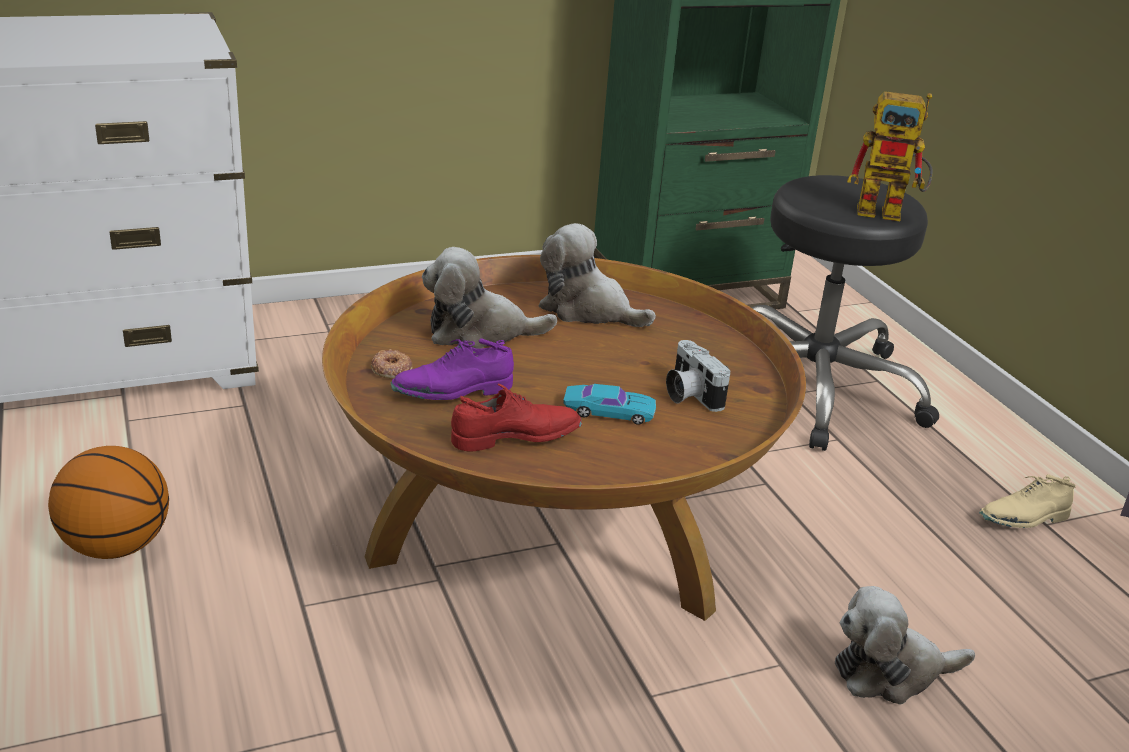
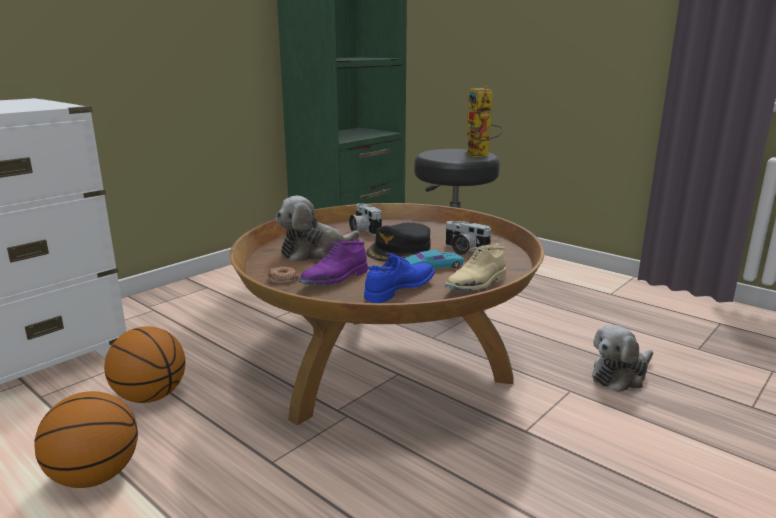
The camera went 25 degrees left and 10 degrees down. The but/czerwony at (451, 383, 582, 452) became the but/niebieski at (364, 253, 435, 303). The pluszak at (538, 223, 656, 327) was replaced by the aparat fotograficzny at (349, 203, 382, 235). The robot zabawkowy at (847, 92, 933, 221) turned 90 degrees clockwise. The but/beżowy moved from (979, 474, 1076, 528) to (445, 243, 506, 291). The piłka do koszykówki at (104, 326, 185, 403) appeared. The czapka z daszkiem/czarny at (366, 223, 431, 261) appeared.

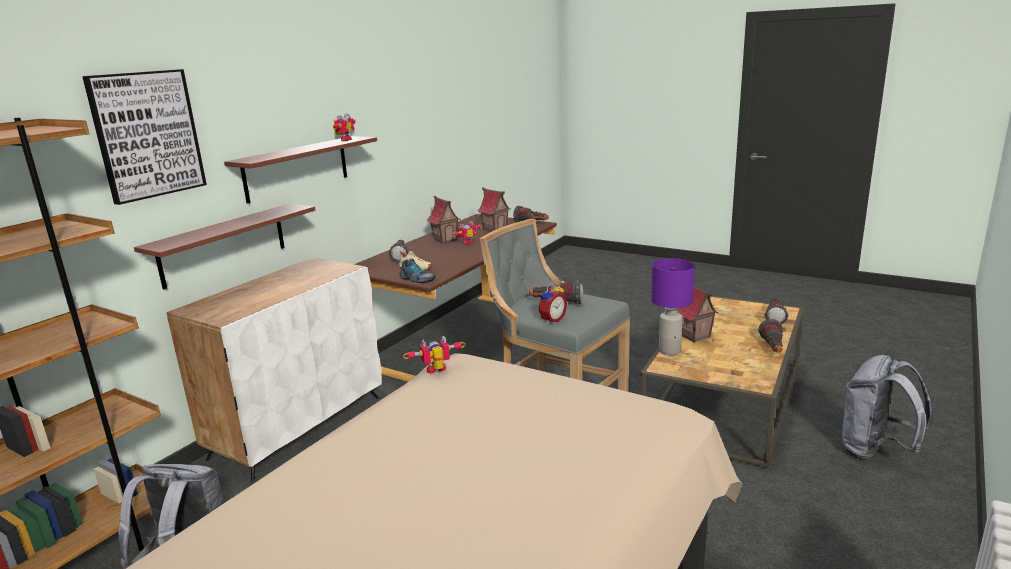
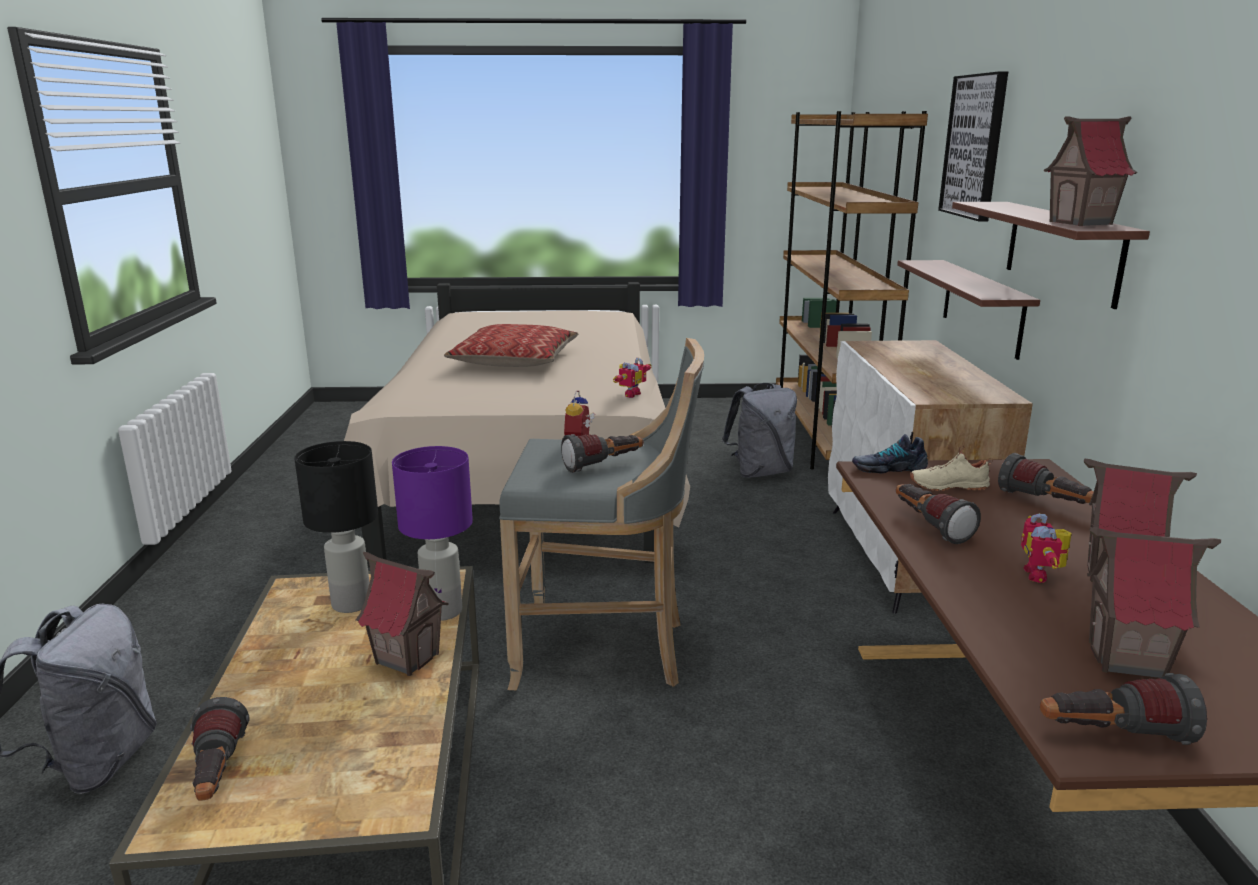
The camera went 145 degrees right and 0 degrees up. The robot zabawkowy at (333, 113, 356, 141) was replaced by the domek at (1044, 116, 1137, 226). The latarka moved from (758, 319, 783, 352) to (896, 484, 981, 544). The lampa stołowa/czarny at (294, 441, 378, 613) appeared. The poduszka at (444, 324, 578, 367) appeared.

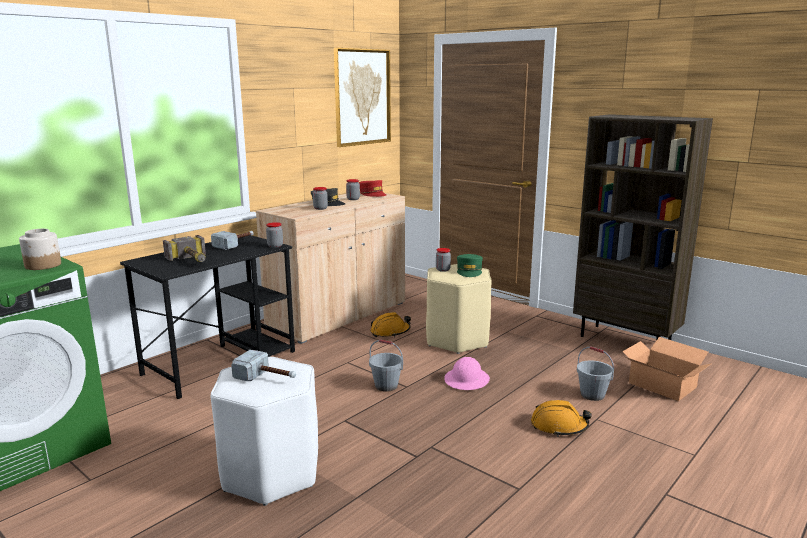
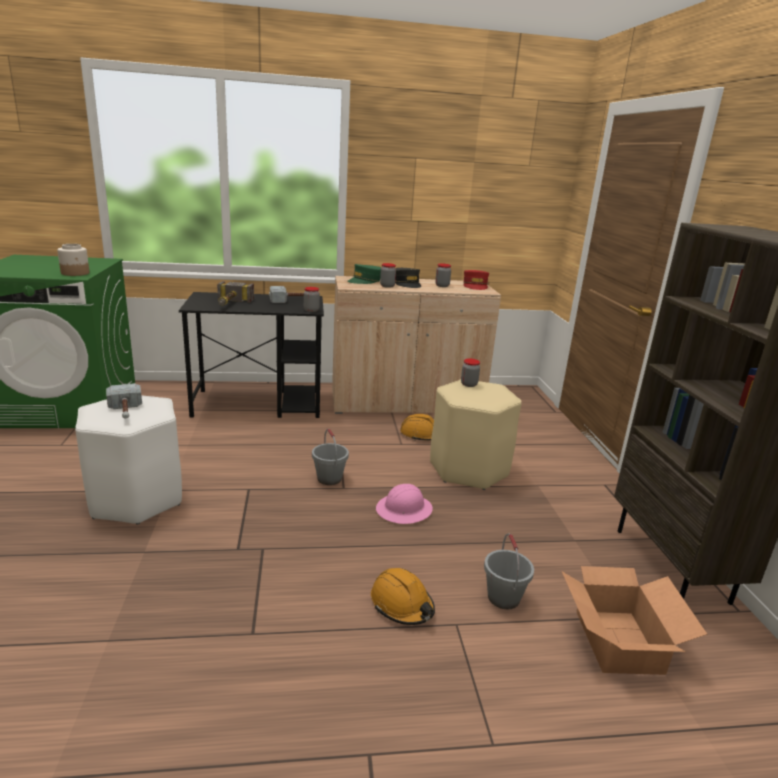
The camera went 40 degrees right and 5 degrees up. The obraz at (334, 48, 391, 147) disappeared. The czapka z daszkiem/zielony moved from (457, 254, 483, 277) to (347, 264, 381, 284).

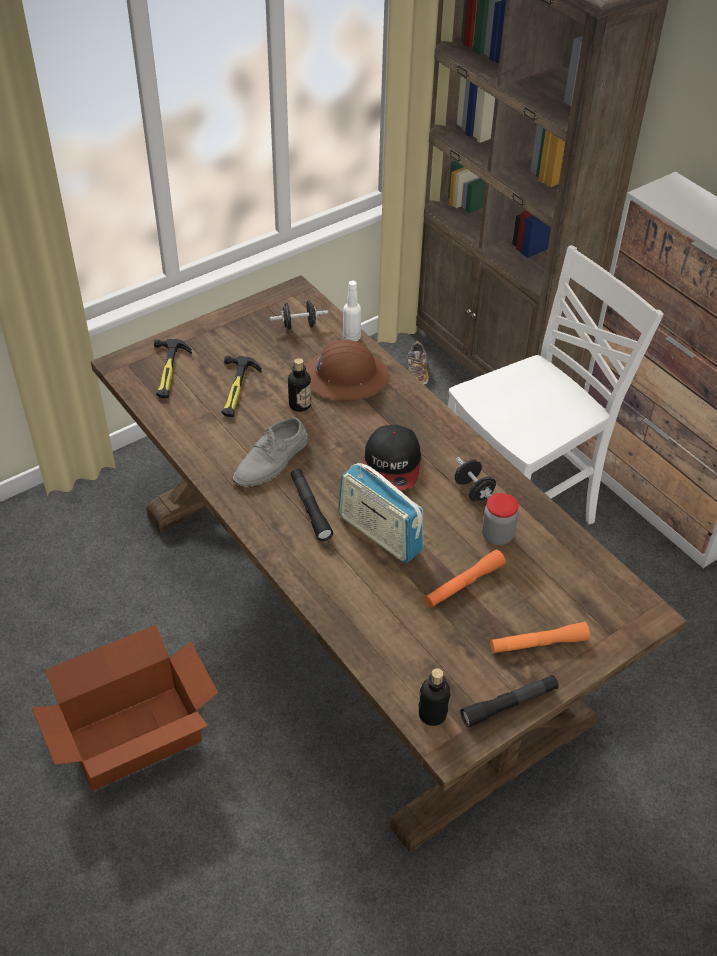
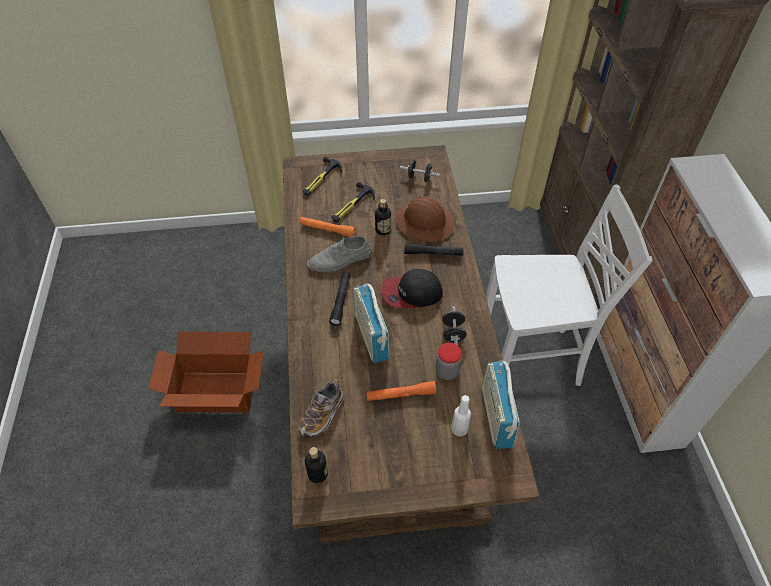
The camera went 30 degrees right and 5 degrees up. The butelka/biały moved from (343, 281, 361, 341) to (451, 395, 471, 436). The czapka z daszkiem at (362, 425, 421, 490) turned 45 degrees clockwise. The but moved from (407, 341, 429, 386) to (298, 380, 344, 438). The latarka/czarny moved from (461, 675, 559, 728) to (404, 243, 463, 256). The latarka/pomarańczowy moved from (490, 622, 590, 653) to (299, 217, 356, 237). The radio at (482, 360, 520, 449) appeared.

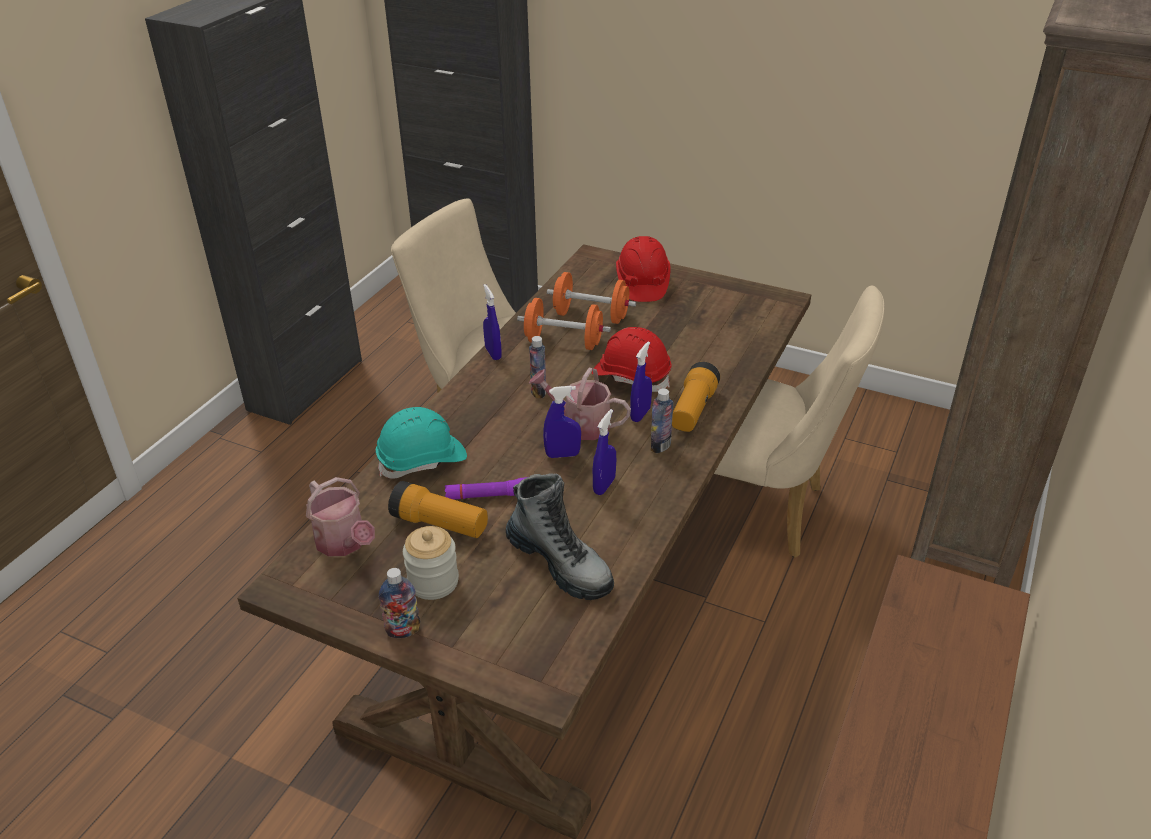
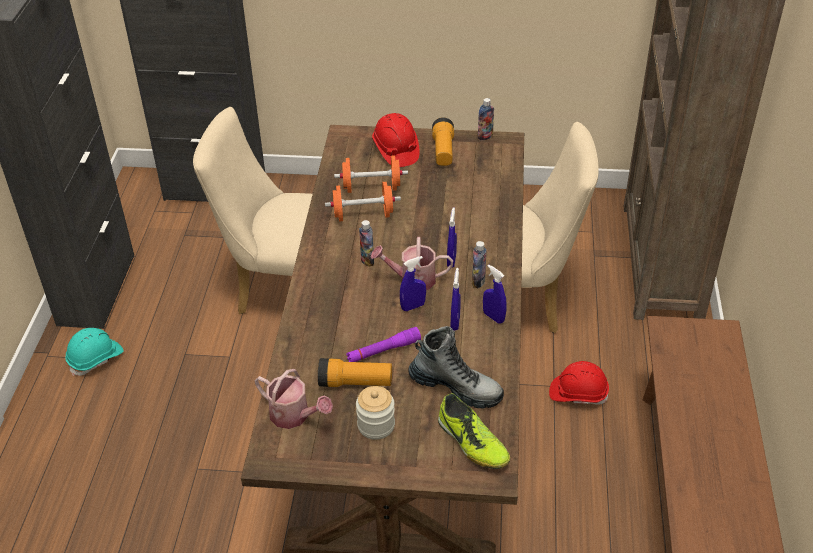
The camera went 20 degrees left and 5 degrees up. The kask/turkusowy moved from (376, 407, 467, 479) to (65, 328, 124, 376). The butelka moved from (379, 568, 420, 638) to (478, 98, 494, 140). The spryskiwacz/niebieski moved from (483, 284, 502, 360) to (483, 265, 507, 324). The kask/czerwony moved from (592, 327, 672, 392) to (549, 361, 609, 405). The latarka moved from (672, 362, 720, 432) to (432, 117, 454, 166). The but at (438, 393, 510, 469) appeared.

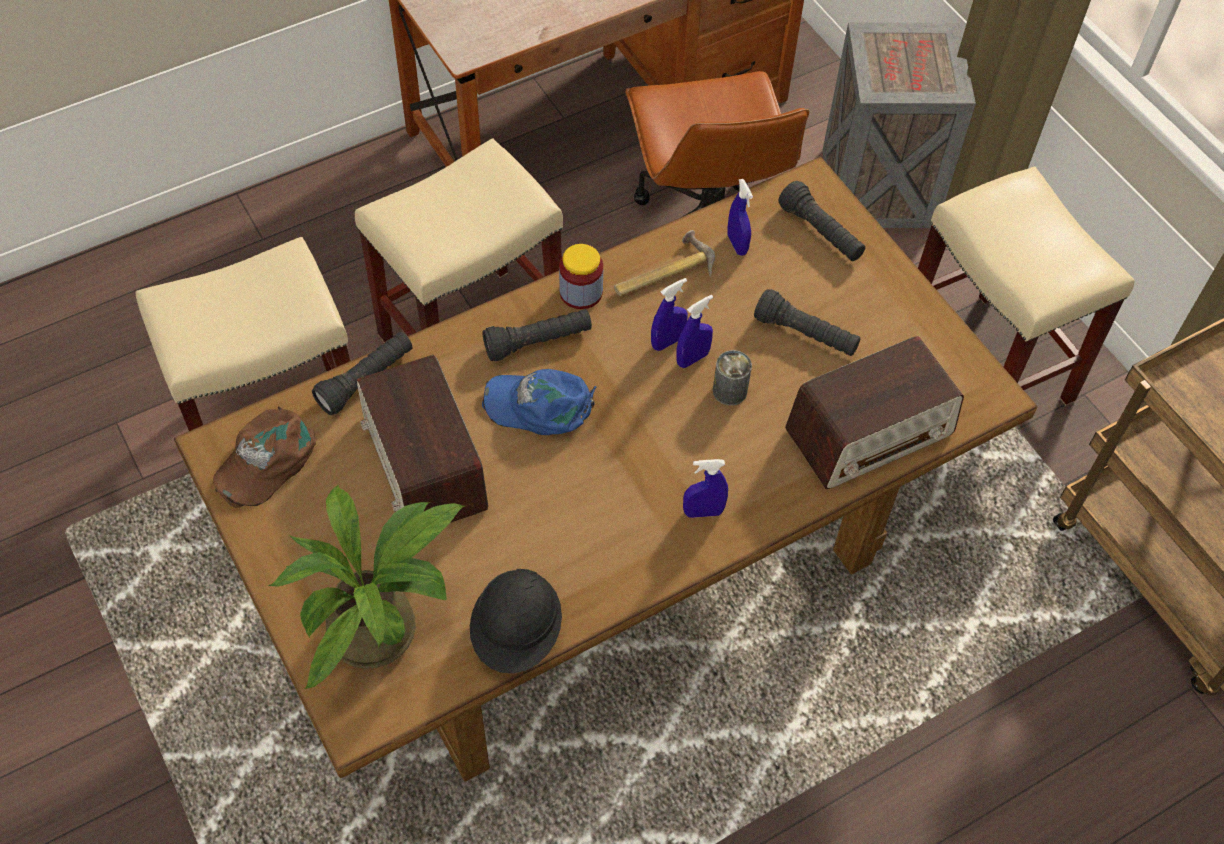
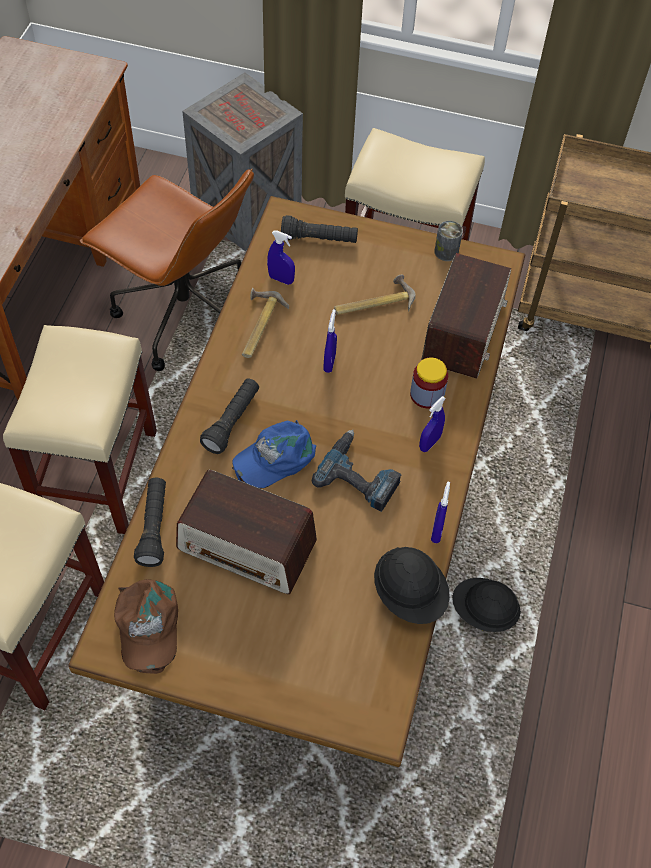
The camera went 45 degrees left and 0 degrees up. The roślina doniczkowa at (268, 485, 465, 689) disappeared. The słoik moved from (559, 244, 603, 309) to (410, 358, 448, 408). The spryskiwacz/niebieski moved from (651, 278, 688, 351) to (431, 482, 450, 543). The puszka moved from (713, 350, 752, 406) to (435, 221, 463, 261). The latarka/czarny at (754, 289, 860, 356) was replaced by the młotek at (334, 274, 416, 315). The wiertarka at (312, 430, 401, 512) appeared. The kask/czarny at (452, 578, 521, 632) appeared.

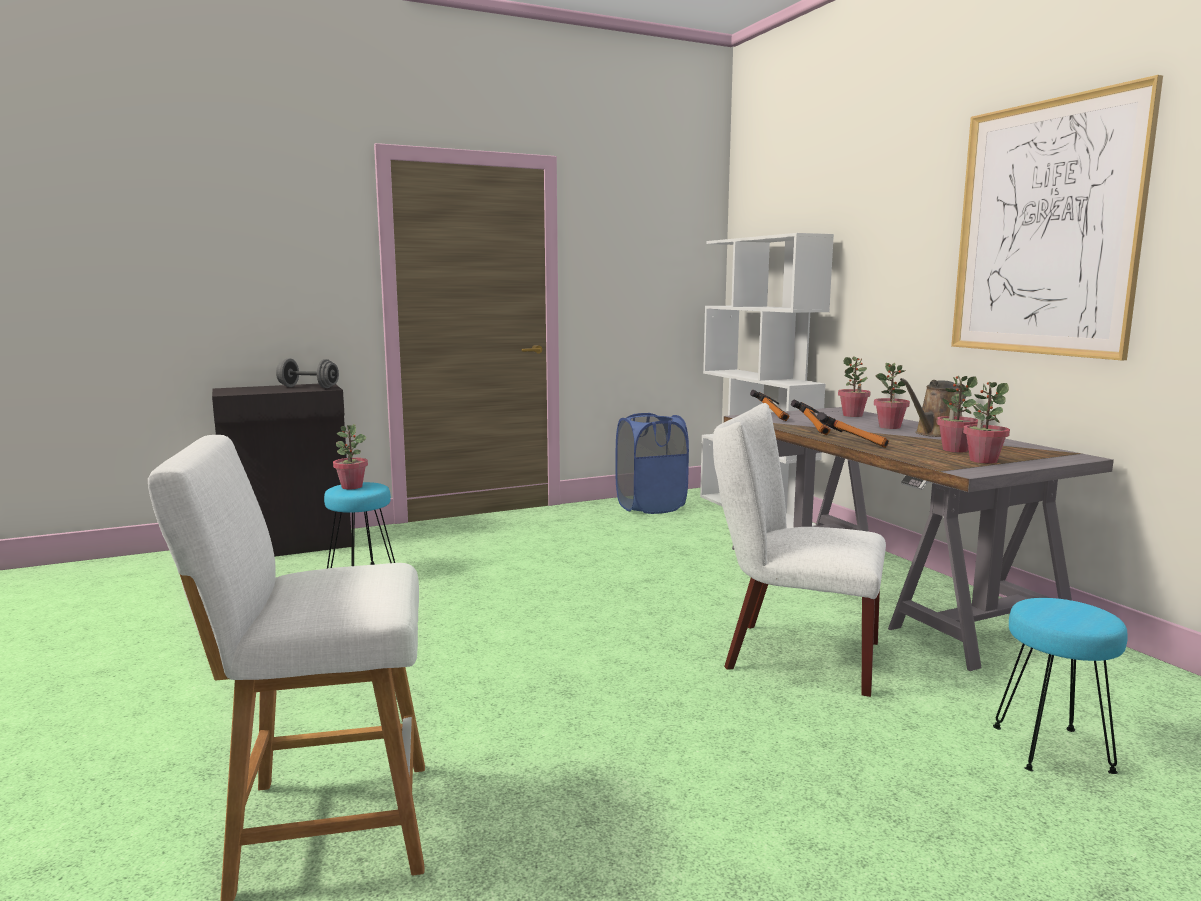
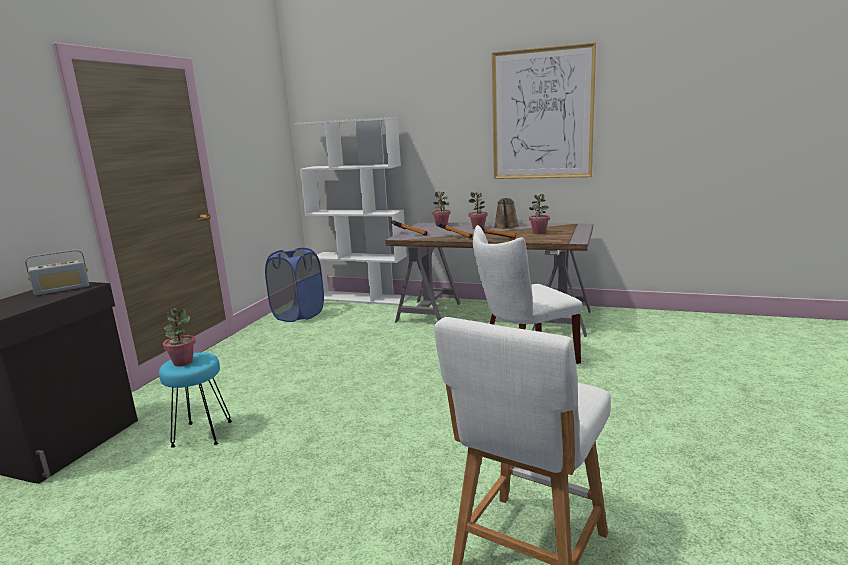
The camera went 45 degrees left and 5 degrees up. The hantel/szary at (276, 359, 339, 388) was replaced by the radio at (25, 250, 89, 295). The roślina doniczkowa at (963, 382, 1010, 464) disappeared. The stołek/turkusowy at (993, 598, 1128, 774) disappeared.

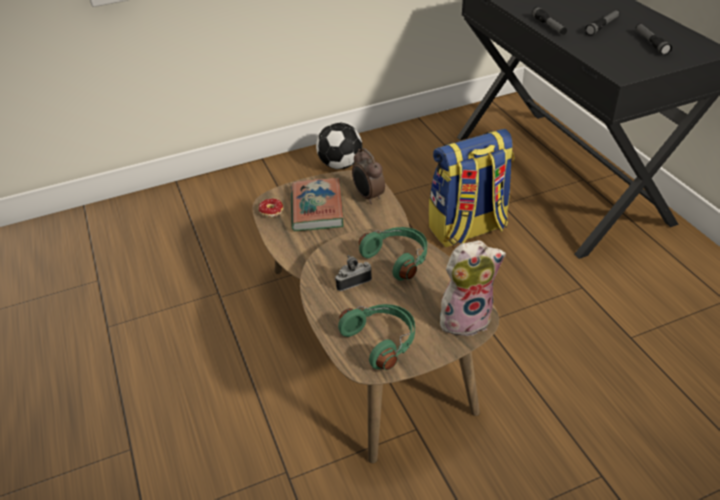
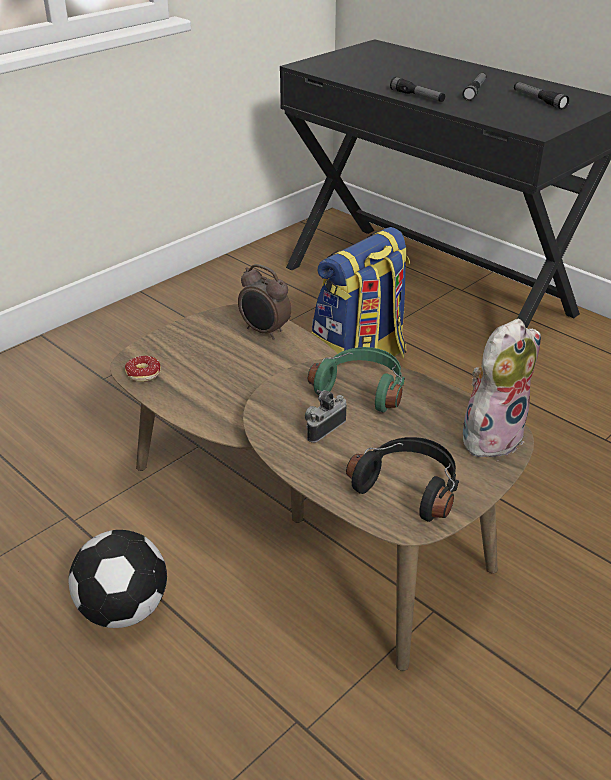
The camera went 25 degrees left and 5 degrees down. The książka at (291, 178, 344, 231) disappeared. The piłka futbolowa moved from (316, 122, 362, 169) to (68, 530, 167, 628). The słuchawki/zielony at (338, 304, 415, 370) became the słuchawki/czarny at (346, 437, 459, 522).

